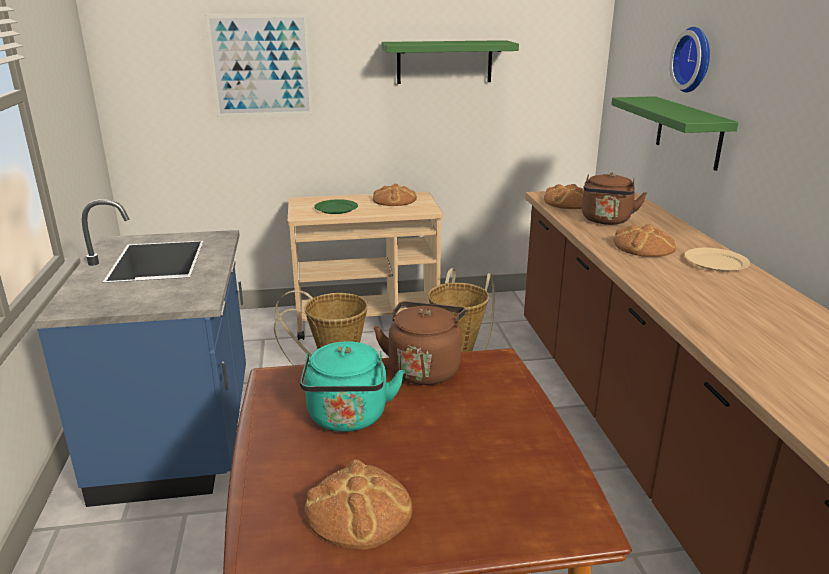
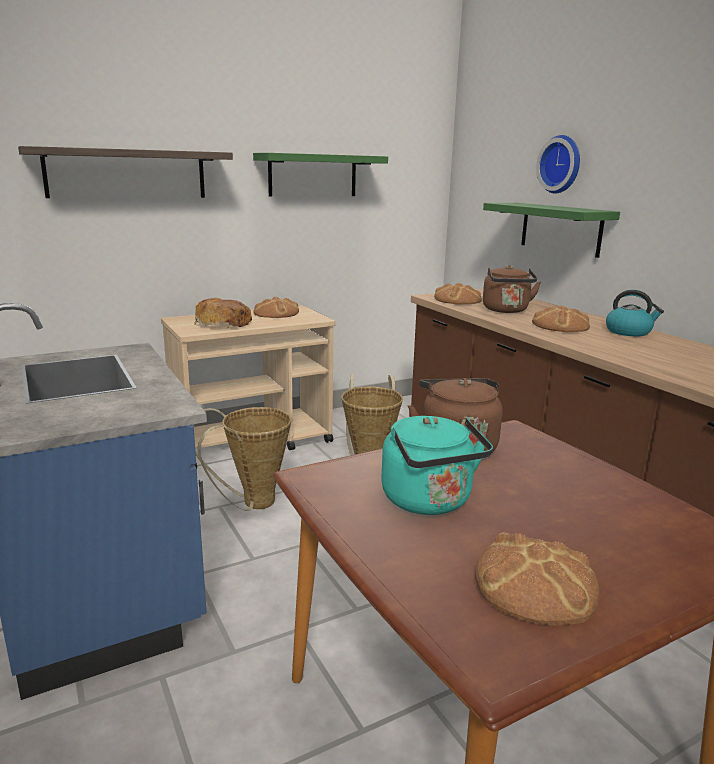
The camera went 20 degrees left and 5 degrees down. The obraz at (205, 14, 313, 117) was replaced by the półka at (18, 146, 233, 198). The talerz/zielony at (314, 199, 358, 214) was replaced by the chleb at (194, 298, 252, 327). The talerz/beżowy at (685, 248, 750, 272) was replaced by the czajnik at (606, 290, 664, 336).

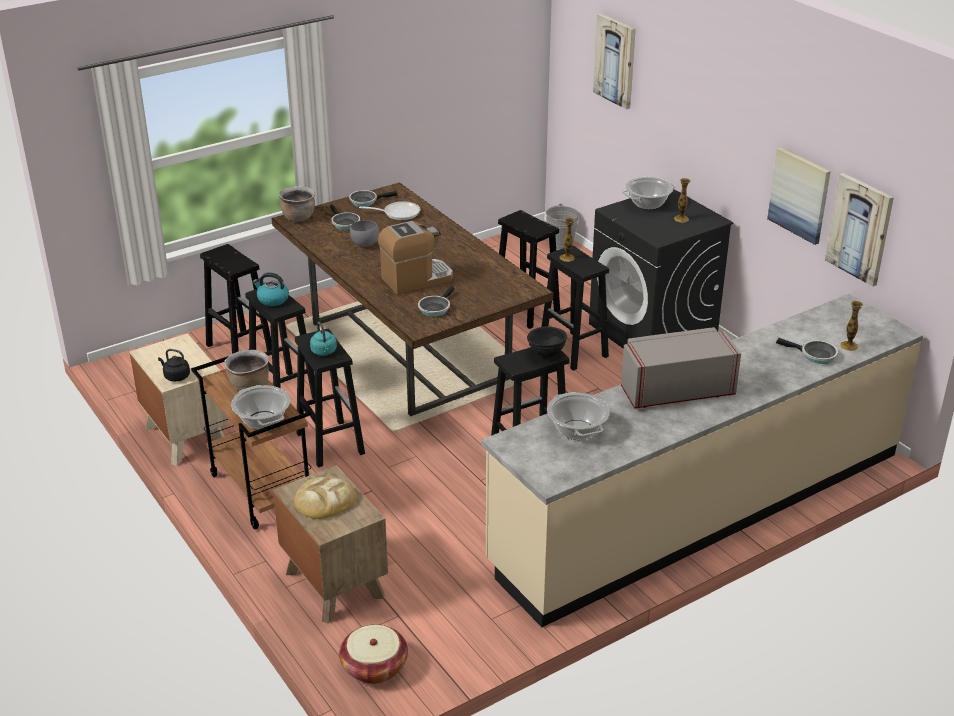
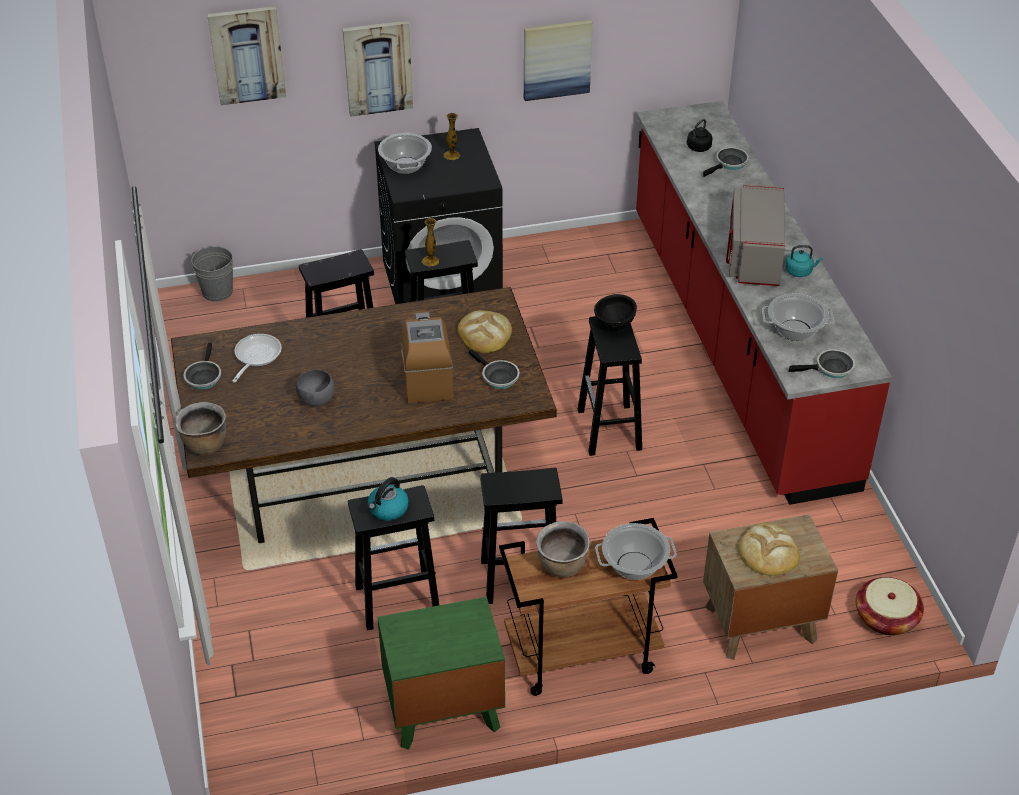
The camera went 70 degrees left and 10 degrees up. The szafka nocna/beżowy at (129, 334, 229, 466) became the szafka nocna/zielony at (377, 597, 505, 750). The czajnik/czarny moved from (158, 349, 190, 382) to (686, 119, 713, 152). The stołek/czarny at (200, 244, 272, 354) disappeared. The czajnik/turkusowy moved from (310, 322, 337, 356) to (785, 245, 823, 277). The patelnia moved from (330, 205, 360, 230) to (789, 349, 855, 378). The zabudowa kuchenna/beżowy at (481, 294, 923, 627) became the zabudowa kuchenna/czerwony at (636, 101, 892, 505). The obraz moved from (825, 173, 894, 287) to (342, 21, 413, 117). The wazon at (840, 301, 863, 351) disappeared. The chleb at (458, 310, 512, 353) appeared.

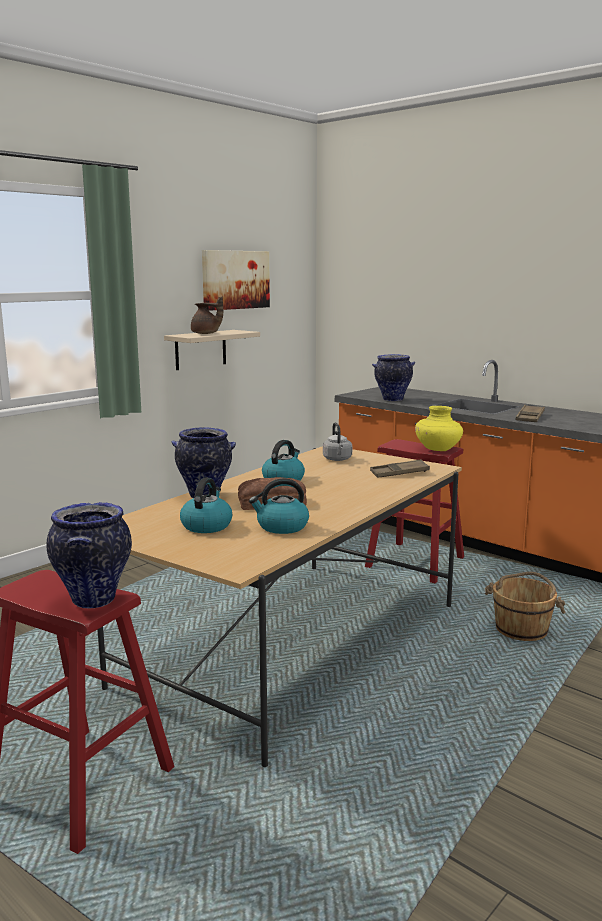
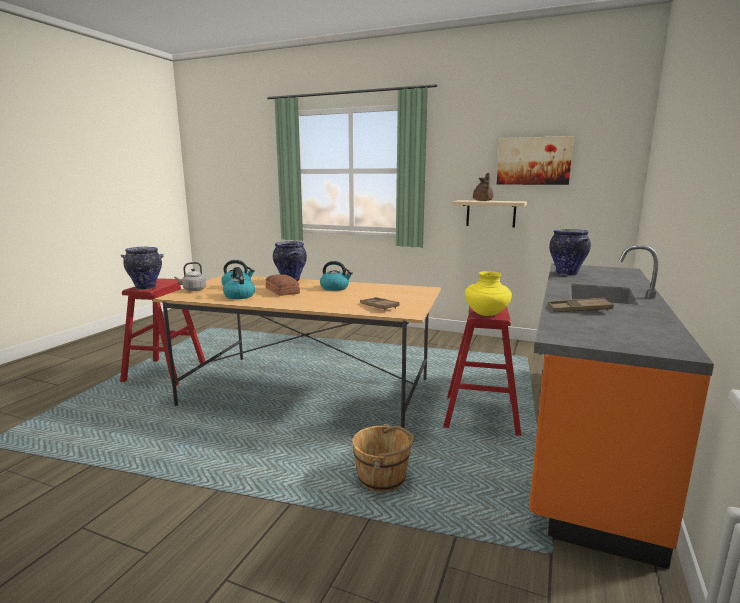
The camera went 70 degrees right and 0 degrees up. The czajnik/szary moved from (323, 422, 352, 461) to (174, 262, 206, 291).

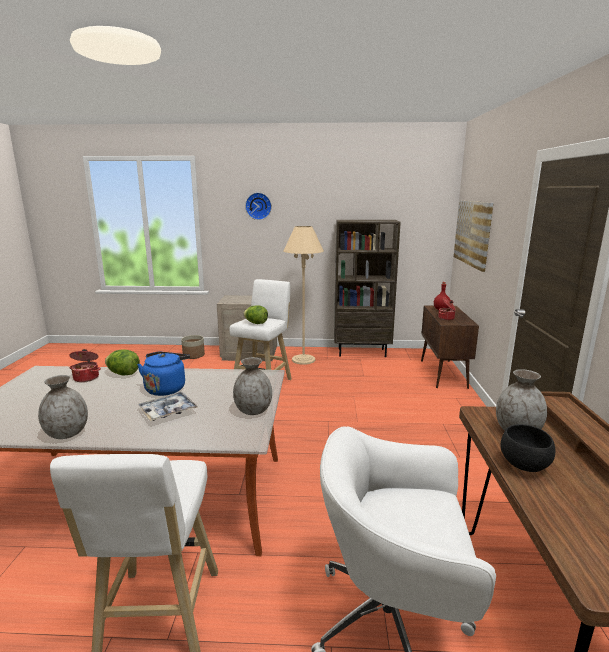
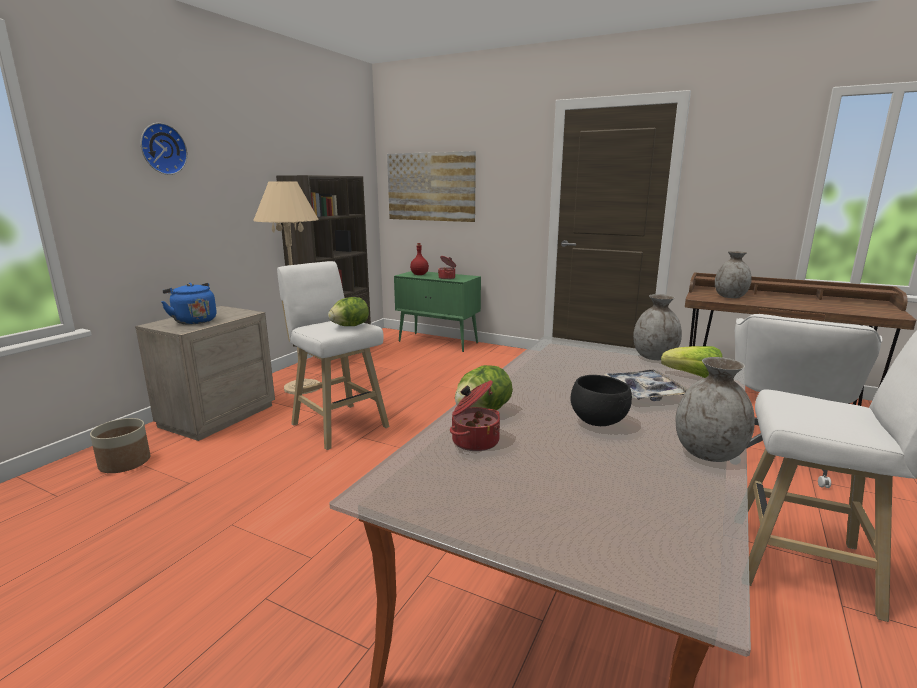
The camera went 65 degrees left and 0 degrees up. The czajnik/niebieski moved from (137, 352, 190, 396) to (162, 283, 216, 325). The szafka/brązowy at (421, 305, 479, 389) became the szafka/zielony at (394, 271, 481, 352). The miska/czarny moved from (501, 424, 555, 472) to (570, 375, 632, 426). The sałata at (661, 346, 723, 378) appeared.

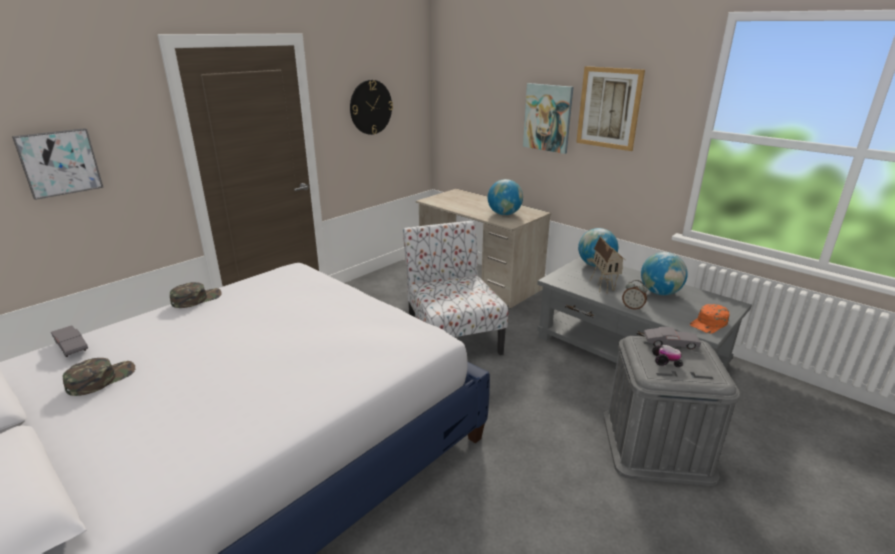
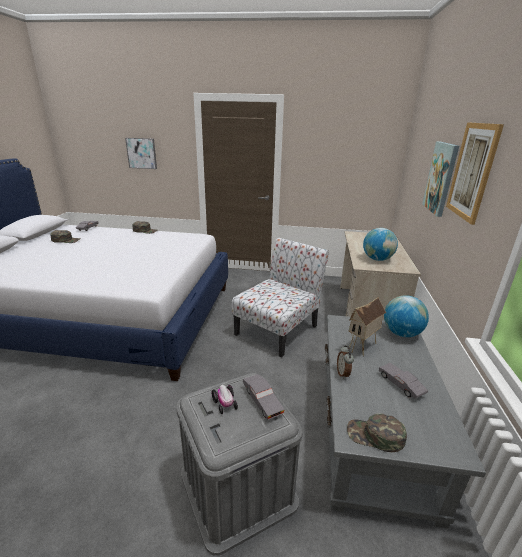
The camera went 55 degrees right and 0 degrees up. The zegar ścienny at (350, 80, 393, 135) disappeared. The globus at (641, 252, 688, 295) was replaced by the samochodzik/szary at (379, 363, 428, 398). The czapka z daszkiem/pomarańczowy at (690, 304, 730, 333) became the czapka z daszkiem/zielony at (347, 414, 407, 452).

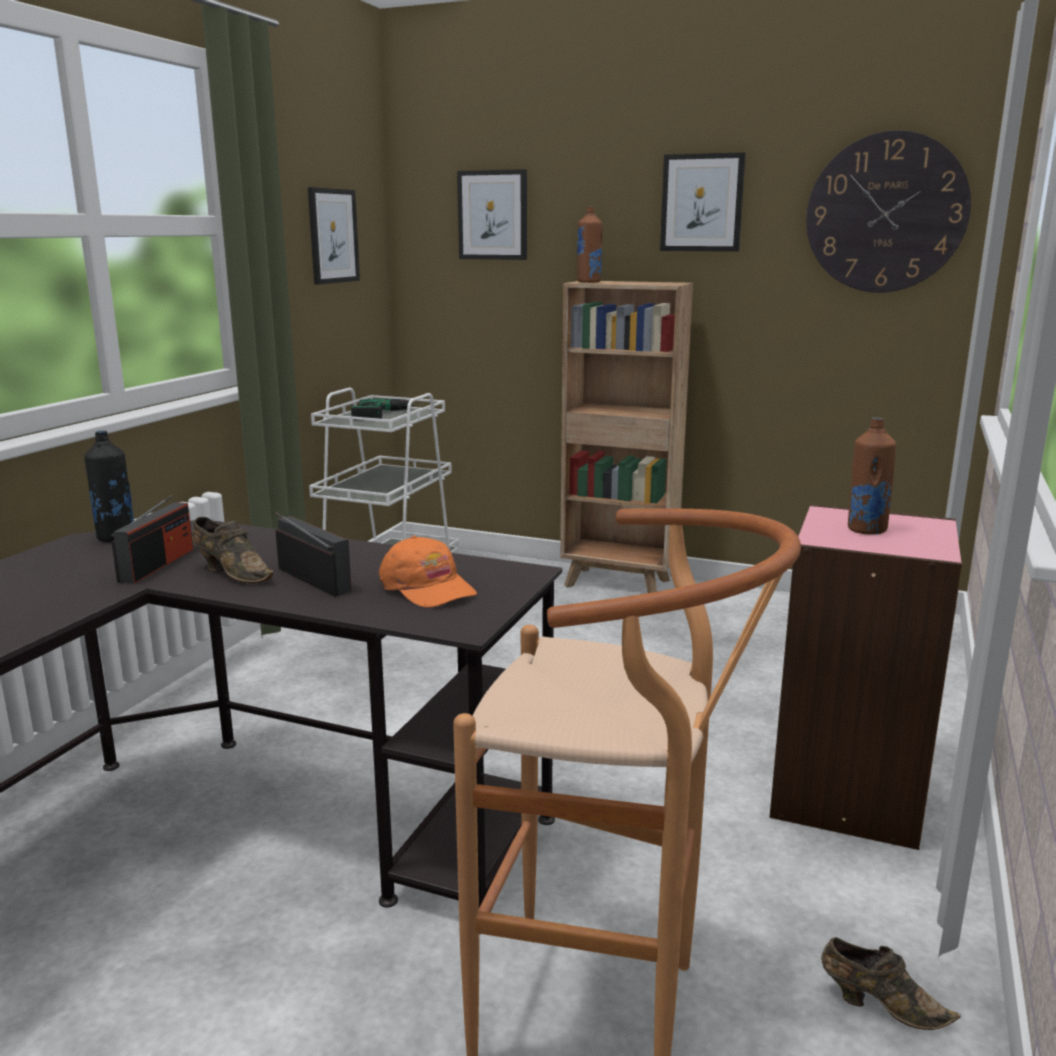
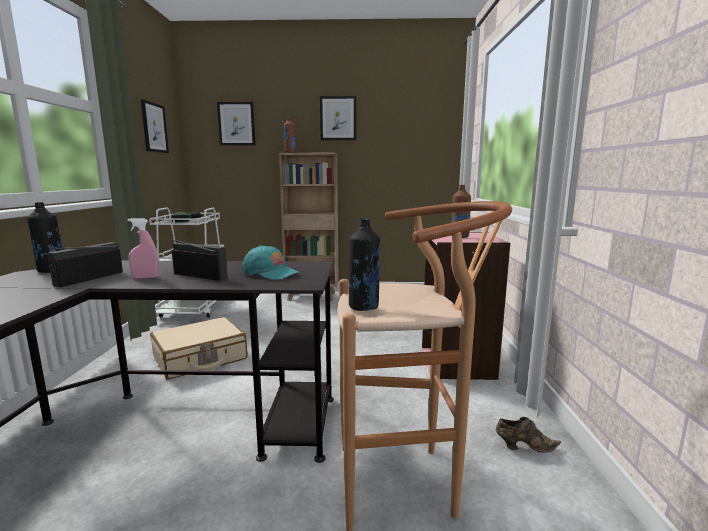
The camera went 20 degrees left and 5 degrees down. The radio at (111, 495, 193, 584) turned 150 degrees counterclockwise. The but/brązowy at (192, 517, 273, 584) was replaced by the spryskiwacz/różowy at (127, 218, 159, 279). The czapka z daszkiem/pomarańczowy at (379, 536, 477, 608) became the czapka z daszkiem/turkusowy at (242, 245, 300, 280). The zegar ścienny at (806, 130, 971, 293) disappeared. The walizka/beżowy at (150, 317, 247, 379) appeared. The butelka/czarny at (349, 219, 380, 311) appeared.

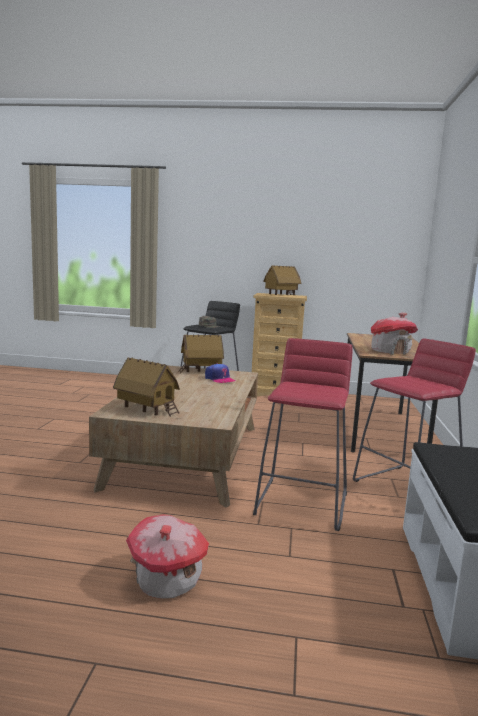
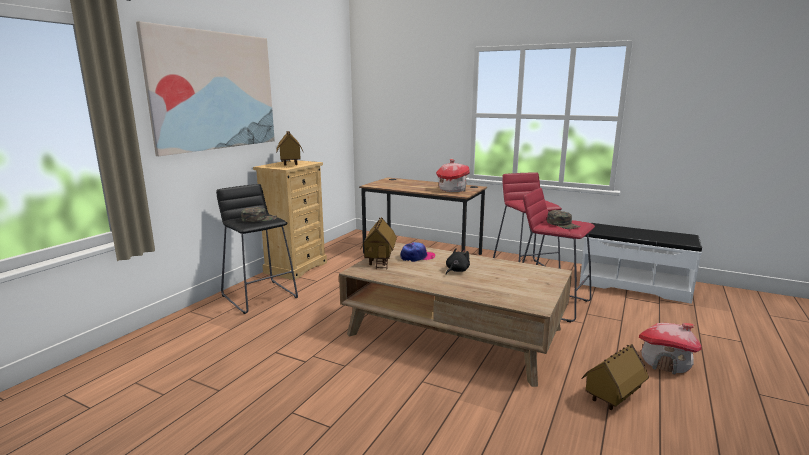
The camera went 70 degrees left and 5 degrees up. The domek moved from (113, 357, 180, 417) to (582, 344, 649, 410). The obraz at (136, 21, 275, 156) appeared. The pluszak/czarny at (446, 248, 470, 274) appeared. The czapka z daszkiem/zielony at (547, 210, 581, 229) appeared.

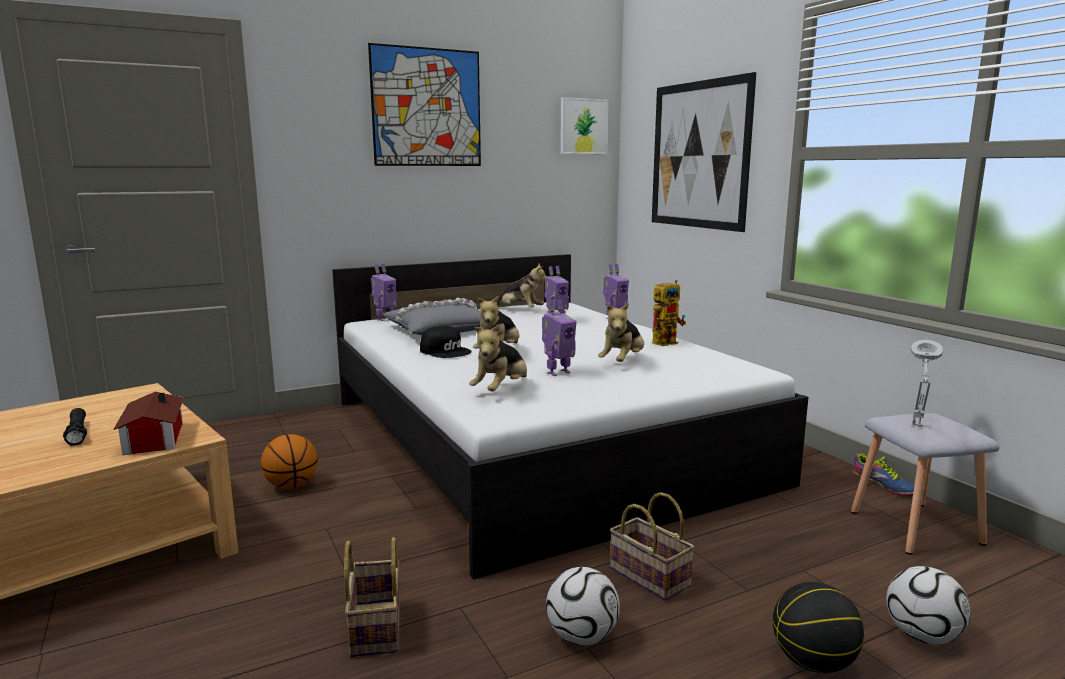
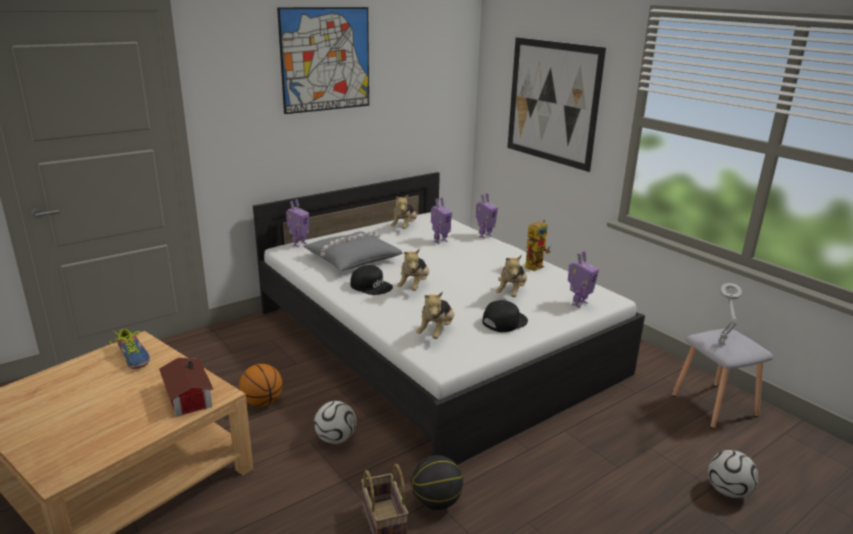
The camera went 10 degrees left and 10 degrees up. The latarka/czarny at (63, 408, 87, 446) disappeared. The pluszak at (497, 264, 547, 307) turned 90 degrees clockwise. The robot zabawkowy moved from (542, 299, 576, 376) to (568, 251, 599, 308). The piłka futbolowa moved from (546, 567, 620, 645) to (314, 401, 356, 444). The obraz at (561, 97, 609, 154) disappeared. The koszyk at (610, 492, 695, 601) disappeared. The piłka do koszykówki moved from (773, 582, 864, 673) to (411, 455, 463, 510). The but moved from (853, 453, 914, 496) to (110, 329, 150, 369). The czapka z daszkiem/czarny at (482, 300, 528, 332) appeared.

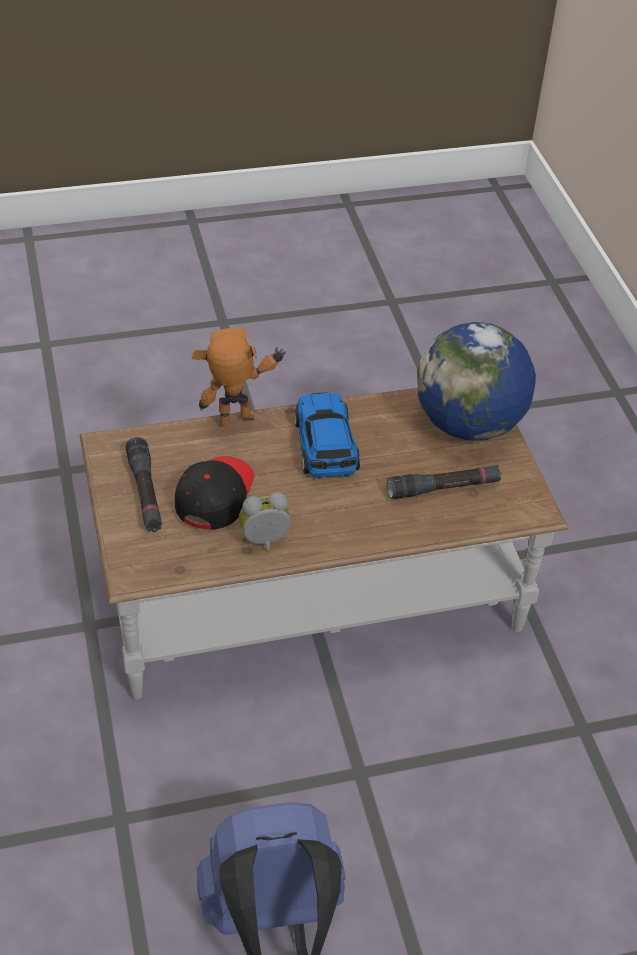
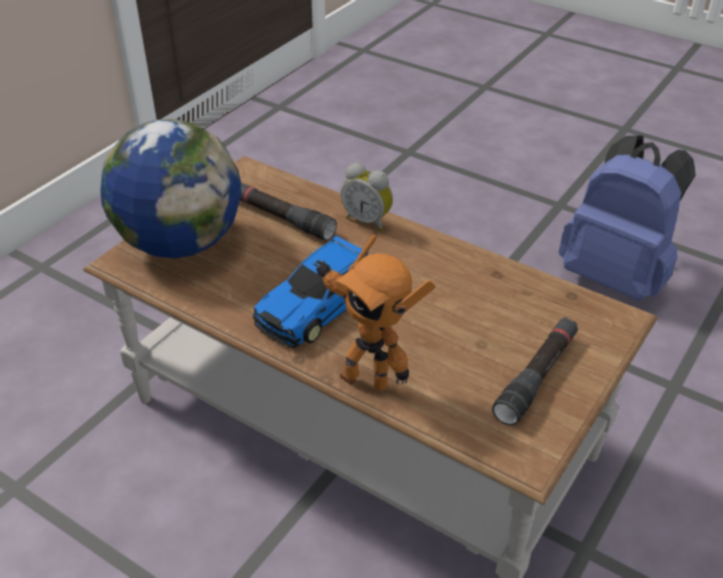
The camera went 130 degrees left and 5 degrees down. The czapka z daszkiem/czarny at (175, 456, 254, 530) disappeared. The budzik moved from (239, 492, 291, 553) to (341, 163, 393, 231).

